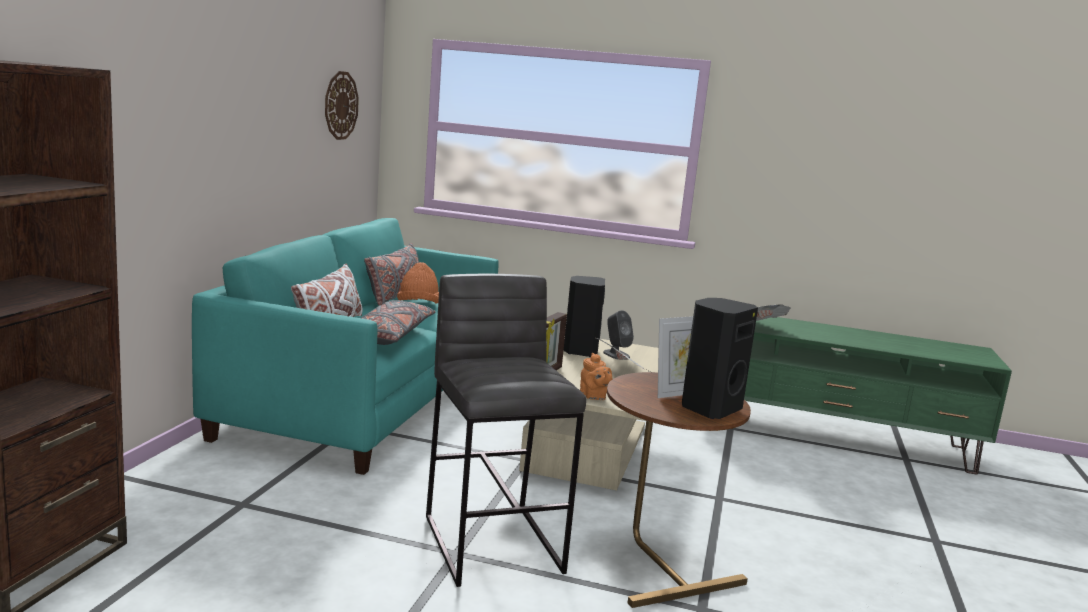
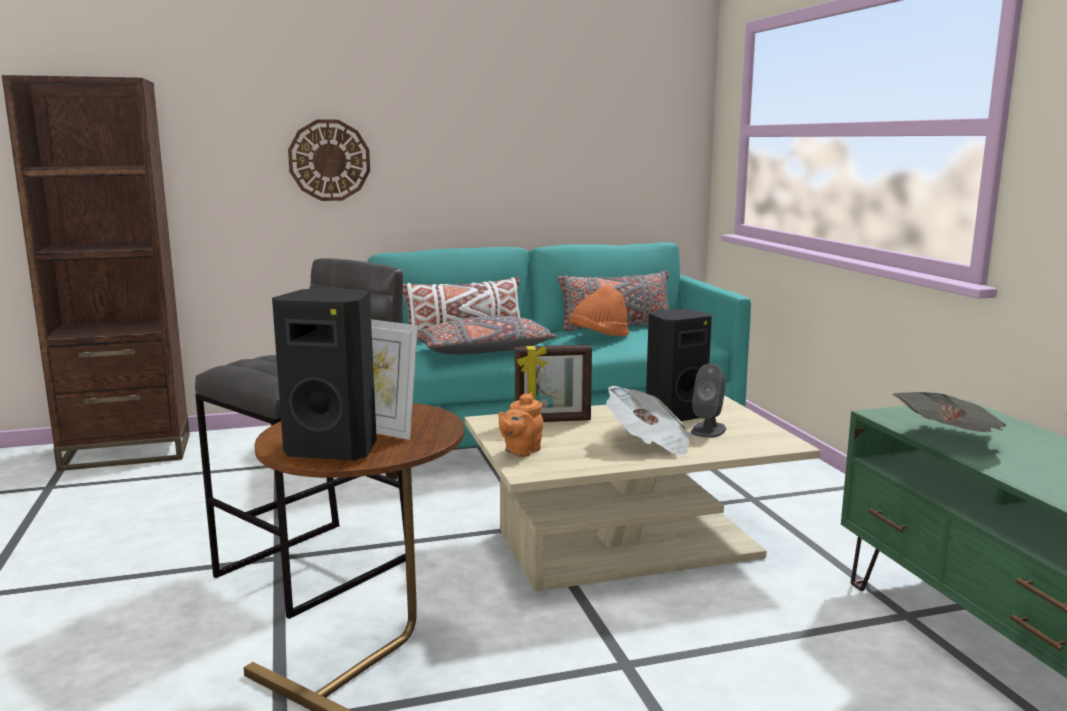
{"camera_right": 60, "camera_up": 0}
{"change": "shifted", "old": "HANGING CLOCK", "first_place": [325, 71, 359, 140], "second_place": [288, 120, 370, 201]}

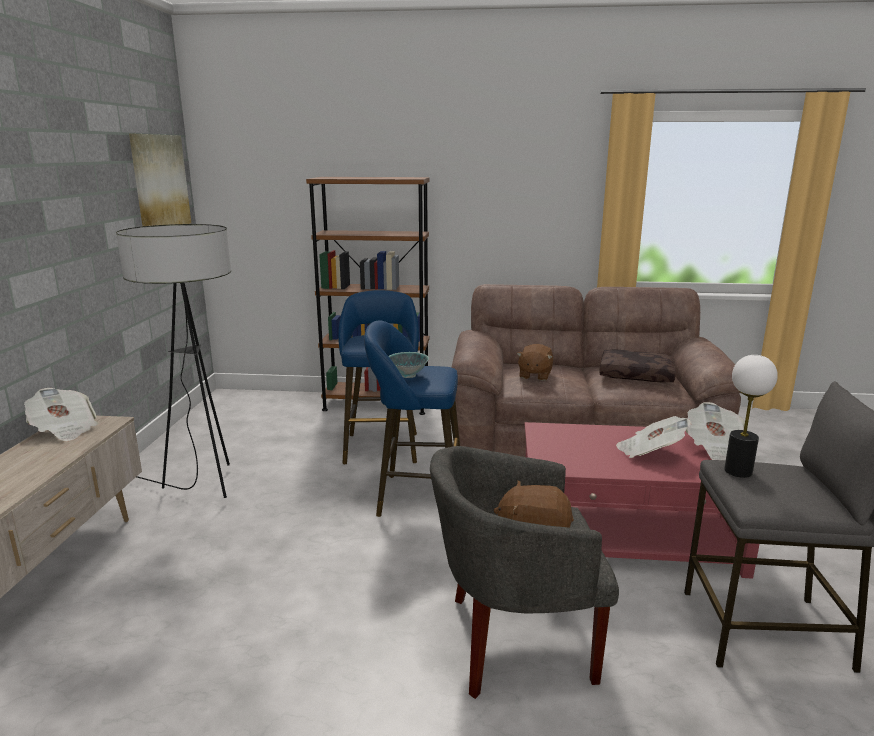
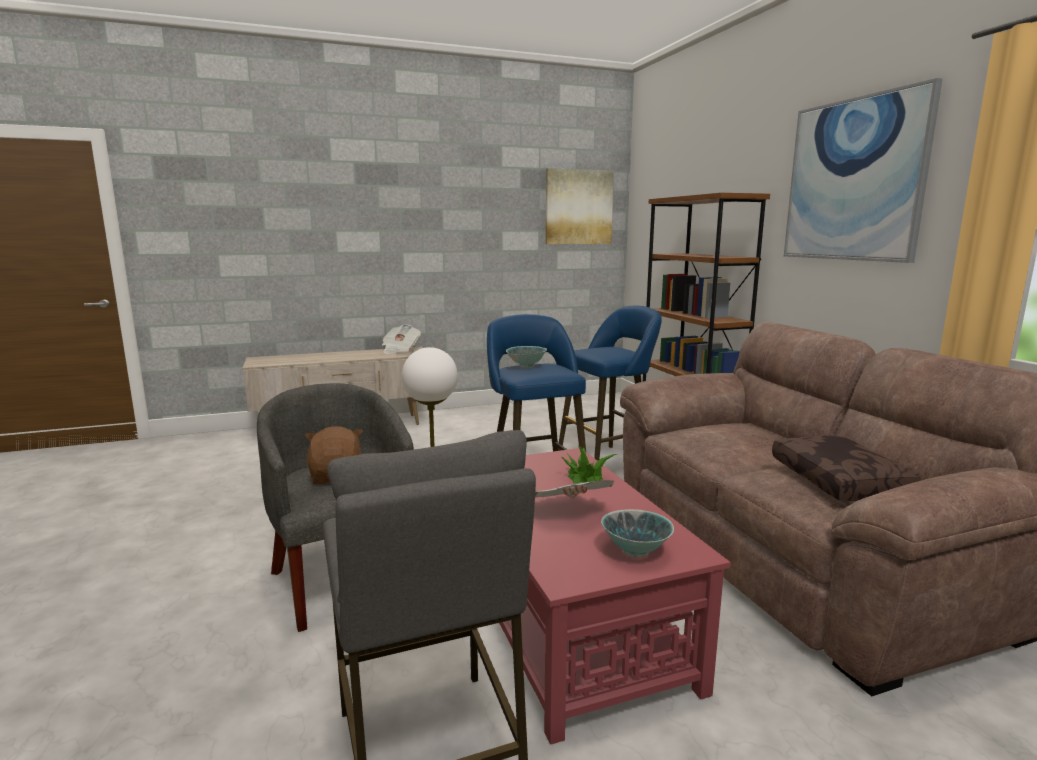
{"camera_right": 65, "camera_up": -5}
{"change": "new", "new": "POTTED PLANT", "second_place": [560, 445, 617, 483]}
{"change": "swapped", "old": "DAILY PAPER", "new": "BOWL", "first_place": [686, 402, 748, 460], "second_place": [601, 509, 674, 558]}
{"change": "new", "new": "WALL ART", "second_place": [784, 78, 943, 263]}
{"change": "gone", "old": "STANDARD LAMP", "first_place": [116, 224, 231, 498]}
{"change": "gone", "old": "BROWNISH PLUSH TOY", "first_place": [517, 344, 553, 381]}

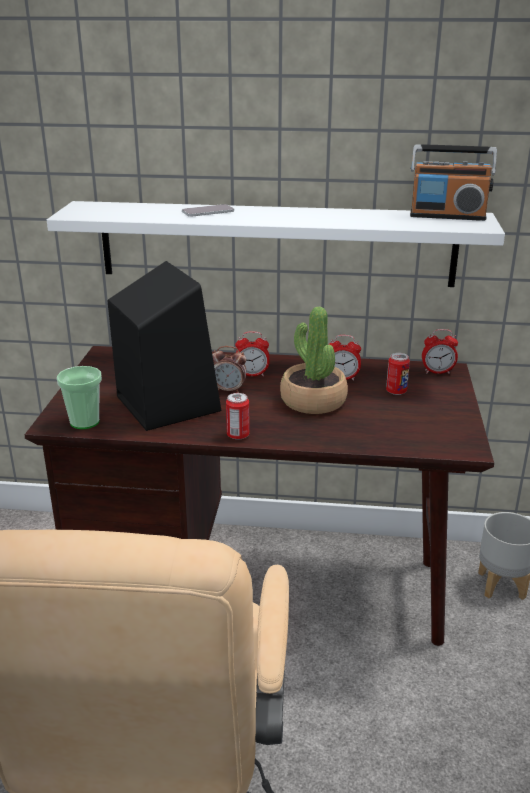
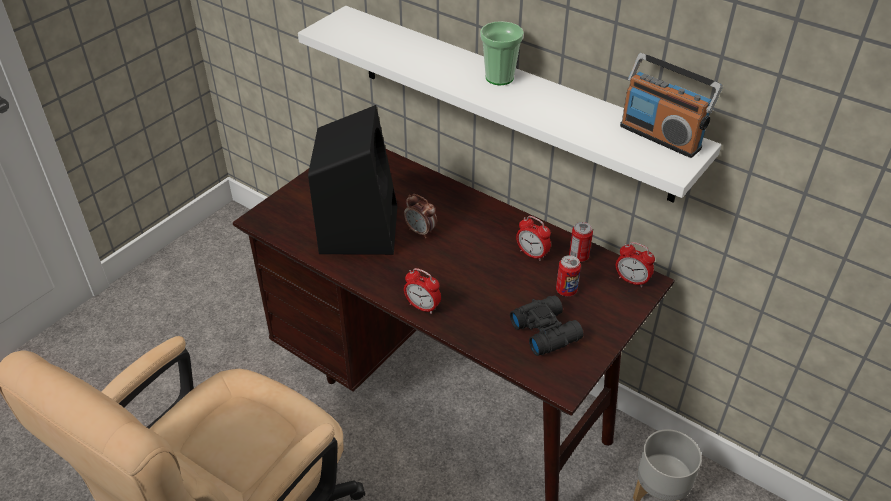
{"camera_right": 30, "camera_up": 15}
{"change": "shifted", "old": "BEDSIDE CLOCK", "first_place": [235, 331, 270, 376], "second_place": [404, 268, 441, 314]}
{"change": "shifted", "old": "SMALL CUP", "first_place": [57, 366, 102, 429], "second_place": [480, 21, 524, 85]}
{"change": "new", "new": "BLACKISH FIELD GLASSES", "second_place": [510, 295, 583, 356]}
{"change": "shifted", "old": "SEALED CAN", "first_place": [226, 393, 250, 440], "second_place": [569, 222, 593, 262]}
{"change": "gone", "old": "PHONE", "first_place": [182, 204, 234, 217]}
{"change": "gone", "old": "POTTED PLANT", "first_place": [280, 307, 348, 414]}

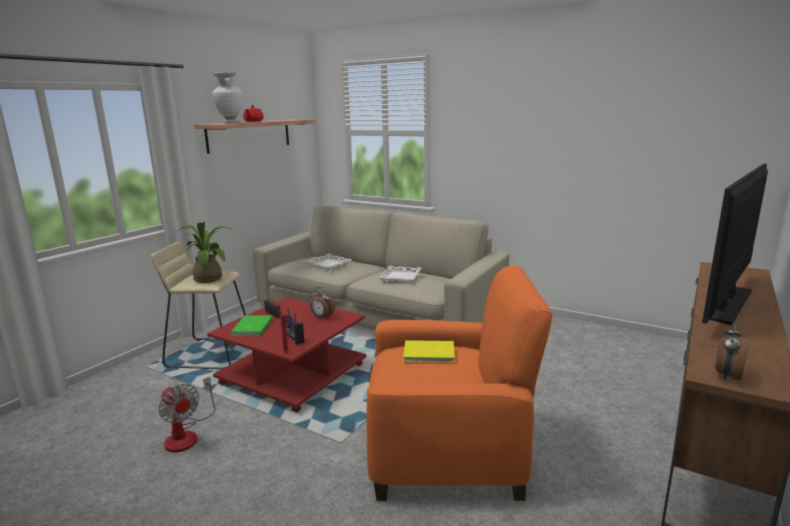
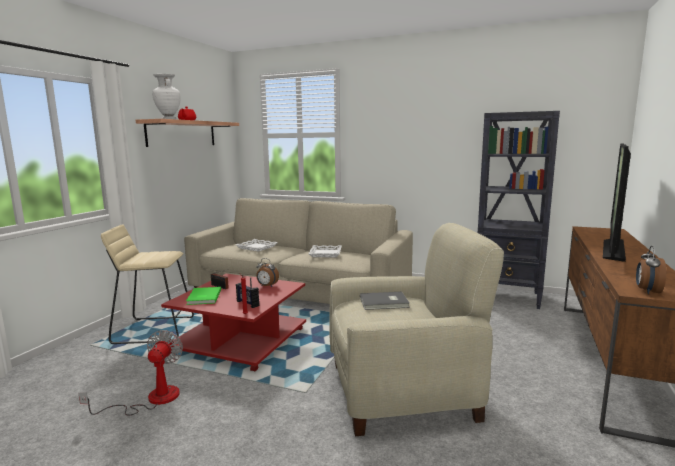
{"camera_right": -10, "camera_up": -5}
{"change": "rotated", "old": "ELECTRIC FAN", "first_place": [159, 377, 215, 453], "second_place": [78, 330, 183, 416], "degrees": -120}
{"change": "repainted", "old": "ORANGEY EASY CHAIR", "new": "BEIGE EASY CHAIR", "first_place": [366, 265, 552, 501], "second_place": [329, 223, 504, 436]}
{"change": "repainted", "old": "YELLOWISH BOUND BOOK", "new": "GREY BOUND BOOK", "first_place": [403, 340, 455, 363], "second_place": [360, 292, 410, 310]}
{"change": "new", "new": "BLACKISH SHELVING UNIT", "second_place": [478, 111, 560, 309]}
{"change": "gone", "old": "POTTED PLANT", "first_place": [175, 222, 233, 283]}

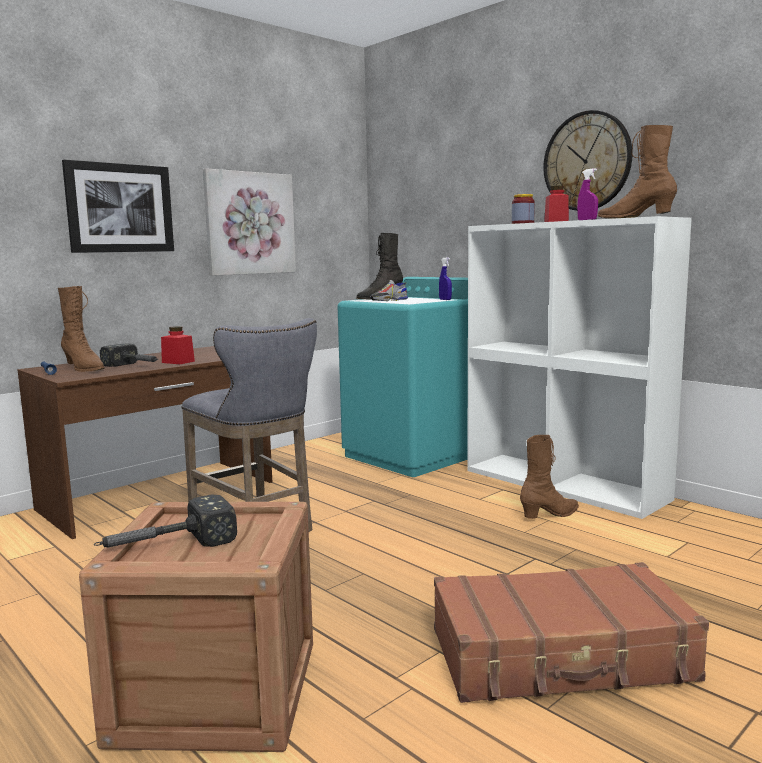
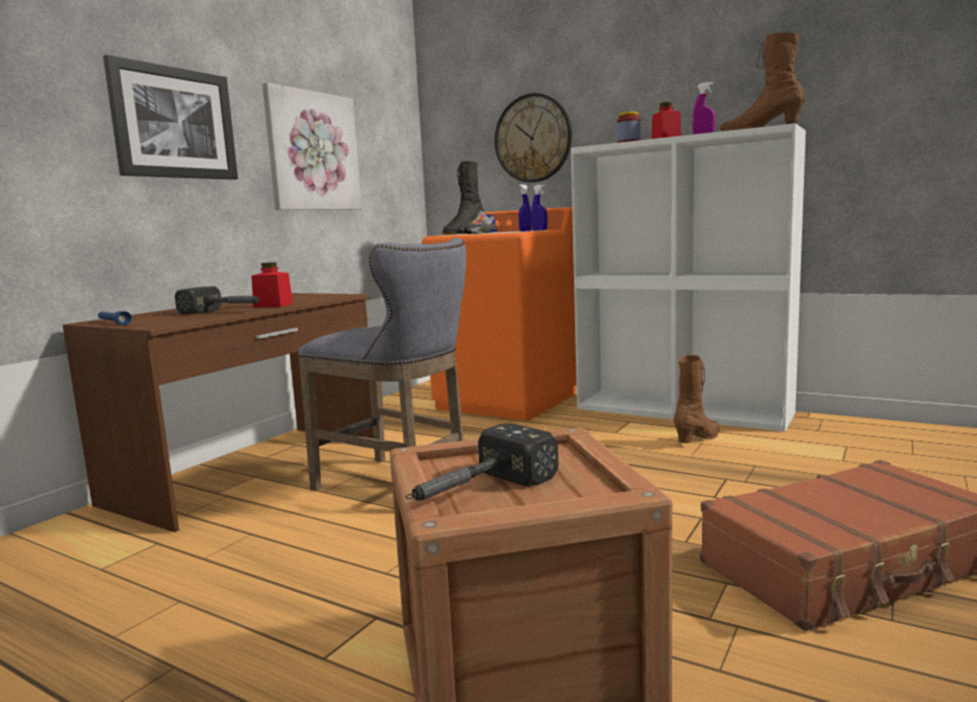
{"camera_right": -15, "camera_up": 0}
{"change": "repainted", "old": "TURQUOISE LAUNDRY MACHINE", "new": "ORANGEY LAUNDRY MACHINE", "first_place": [338, 277, 468, 477], "second_place": [421, 207, 577, 421]}
{"change": "shifted", "old": "HANGING CLOCK", "first_place": [543, 110, 633, 211], "second_place": [495, 93, 572, 182]}
{"change": "new", "new": "BLUE HAND SPRAYER", "second_place": [518, 184, 531, 232]}
{"change": "gone", "old": "BROWNISH BOOT", "first_place": [58, 286, 105, 372]}

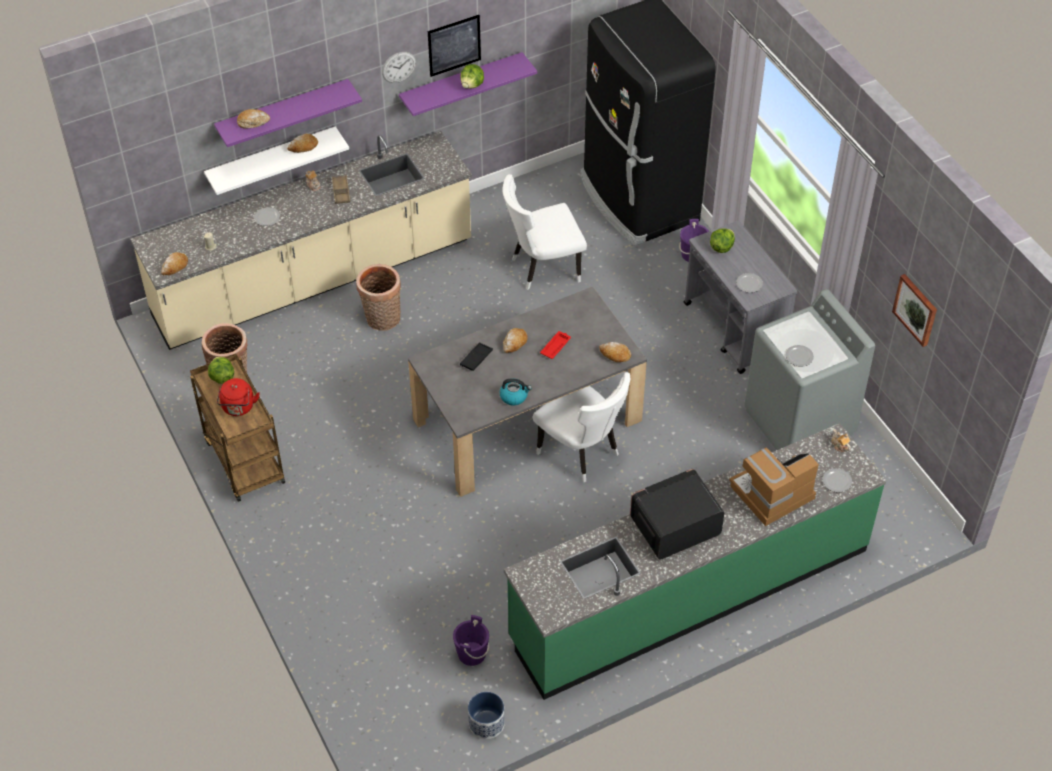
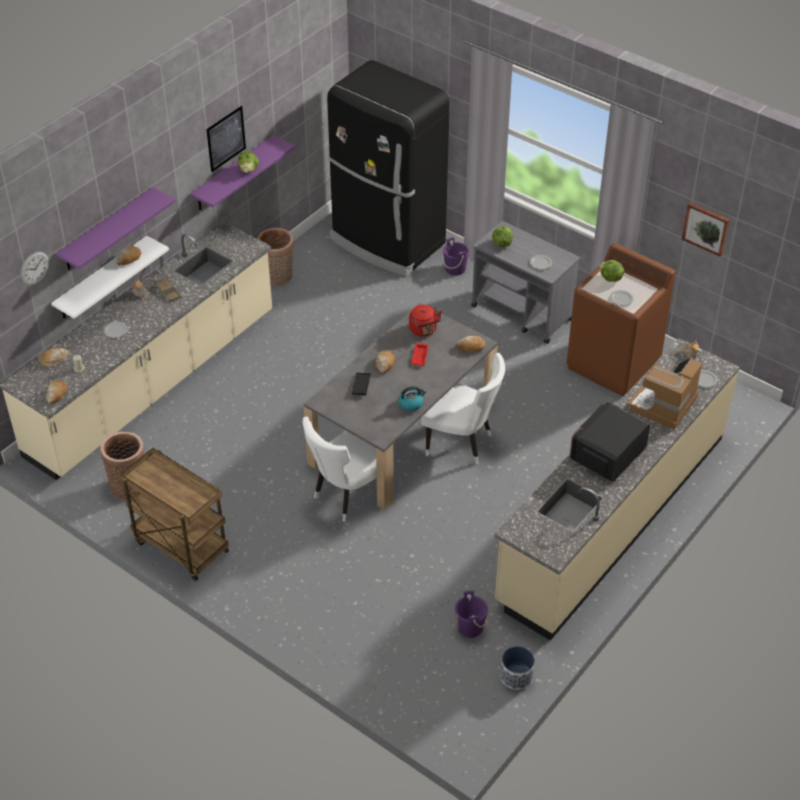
{"camera_right": -25, "camera_up": -5}
{"change": "shifted", "old": "HANGING CLOCK", "first_place": [382, 52, 416, 83], "second_place": [20, 252, 49, 286]}
{"change": "shifted", "old": "BAKED BREAD", "first_place": [237, 109, 270, 129], "second_place": [40, 348, 69, 368]}
{"change": "shifted", "old": "BASKET", "first_place": [356, 264, 401, 331], "second_place": [257, 228, 294, 286]}
{"change": "shifted", "old": "WHITE CHAIR", "first_place": [503, 174, 587, 290], "second_place": [303, 417, 377, 522]}
{"change": "shifted", "old": "RED-COLOURED KETTLE", "first_place": [217, 378, 260, 416], "second_place": [409, 305, 442, 337]}
{"change": "repainted", "old": "GREENISH KITCHEN BASE UNIT", "new": "BEIGE KITCHEN BASE UNIT", "first_place": [504, 423, 886, 700], "second_place": [495, 338, 739, 641]}
{"change": "repainted", "old": "GREY LAUNDRY MACHINE", "new": "BROWNISH LAUNDRY MACHINE", "first_place": [744, 289, 875, 450], "second_place": [567, 243, 676, 396]}
{"change": "shifted", "old": "HEAD OF LETTUCE", "first_place": [208, 357, 234, 384], "second_place": [599, 260, 624, 282]}

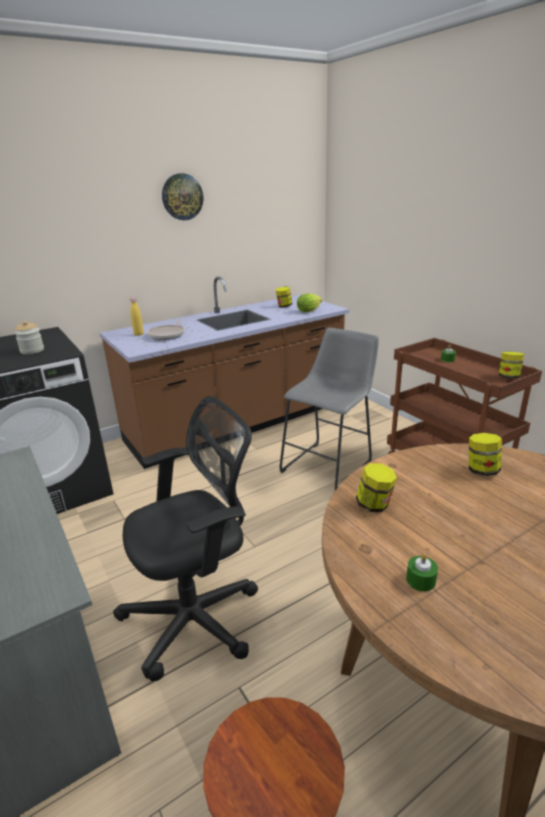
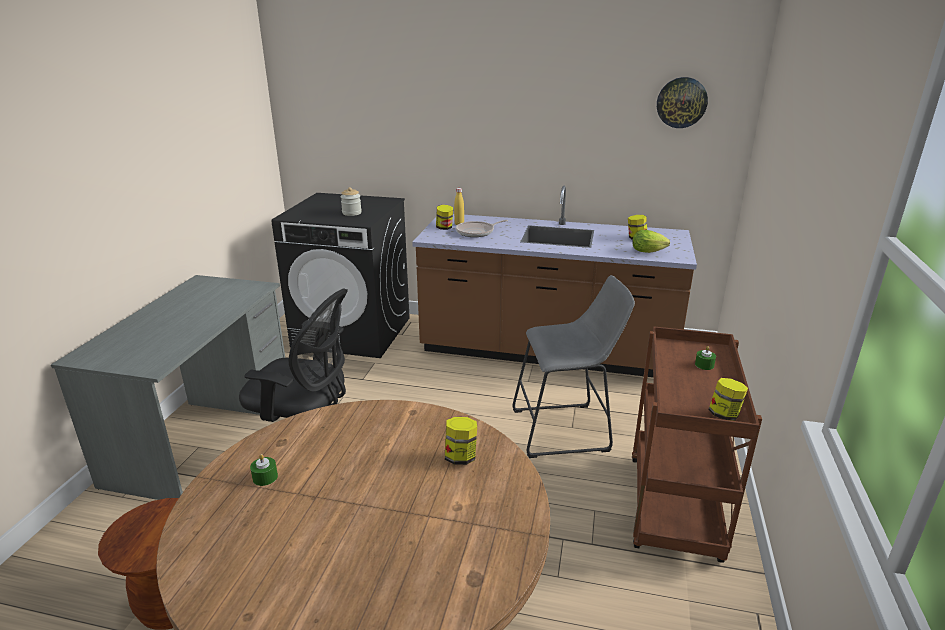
{"camera_right": 45, "camera_up": 0}
{"change": "shifted", "old": "JAR", "first_place": [356, 463, 397, 512], "second_place": [436, 205, 453, 230]}
{"change": "shifted", "old": "HANGING CLOCK", "first_place": [162, 173, 203, 220], "second_place": [657, 77, 708, 128]}

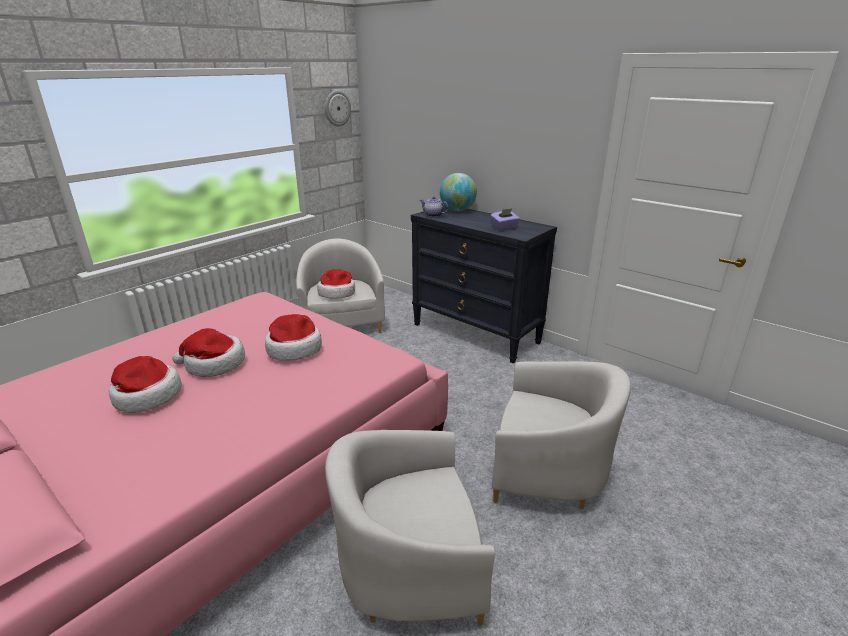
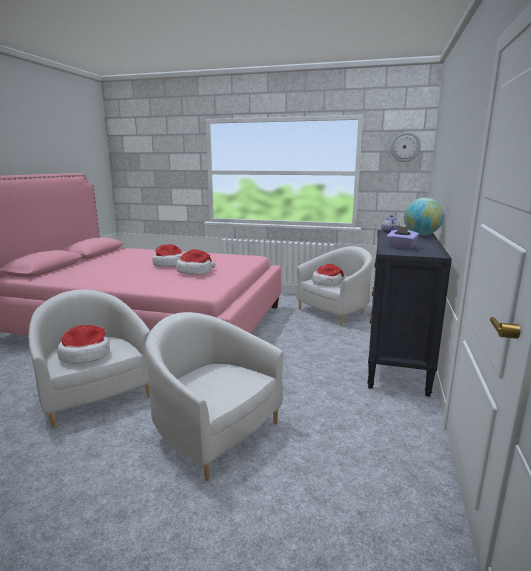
{"camera_right": 65, "camera_up": -10}
{"change": "shifted", "old": "HAT", "first_place": [108, 356, 182, 413], "second_place": [57, 325, 110, 364]}
{"change": "rotated", "old": "WHITE EASY CHAIR", "first_place": [492, 361, 631, 509], "second_place": [145, 312, 283, 481], "degrees": 135}

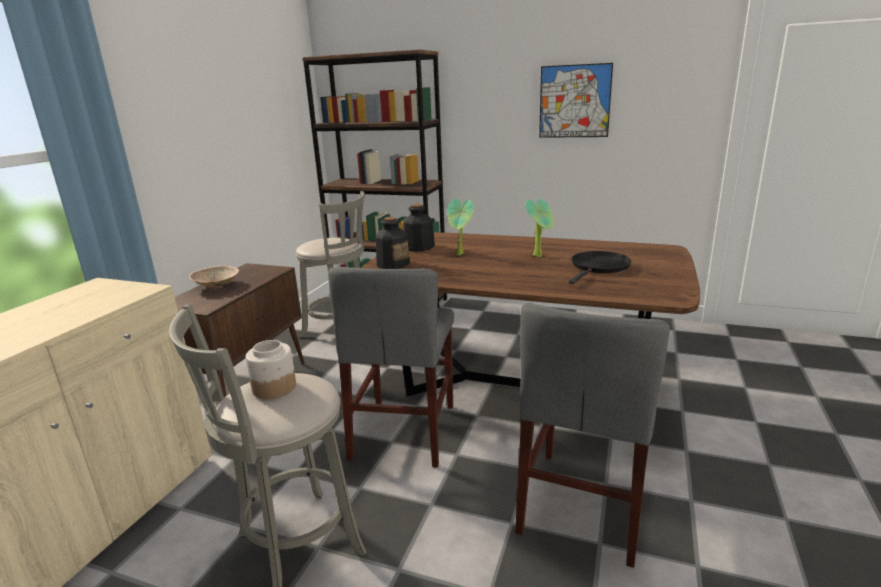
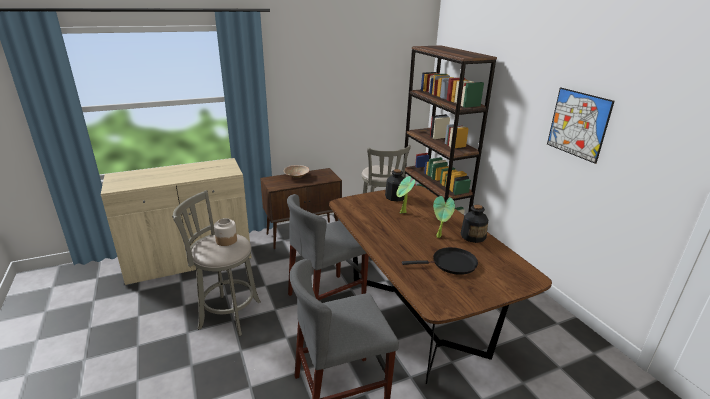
{"camera_right": 45, "camera_up": 5}
{"change": "shifted", "old": "DRINK BOTTLE", "first_place": [376, 217, 410, 269], "second_place": [461, 205, 488, 243]}

